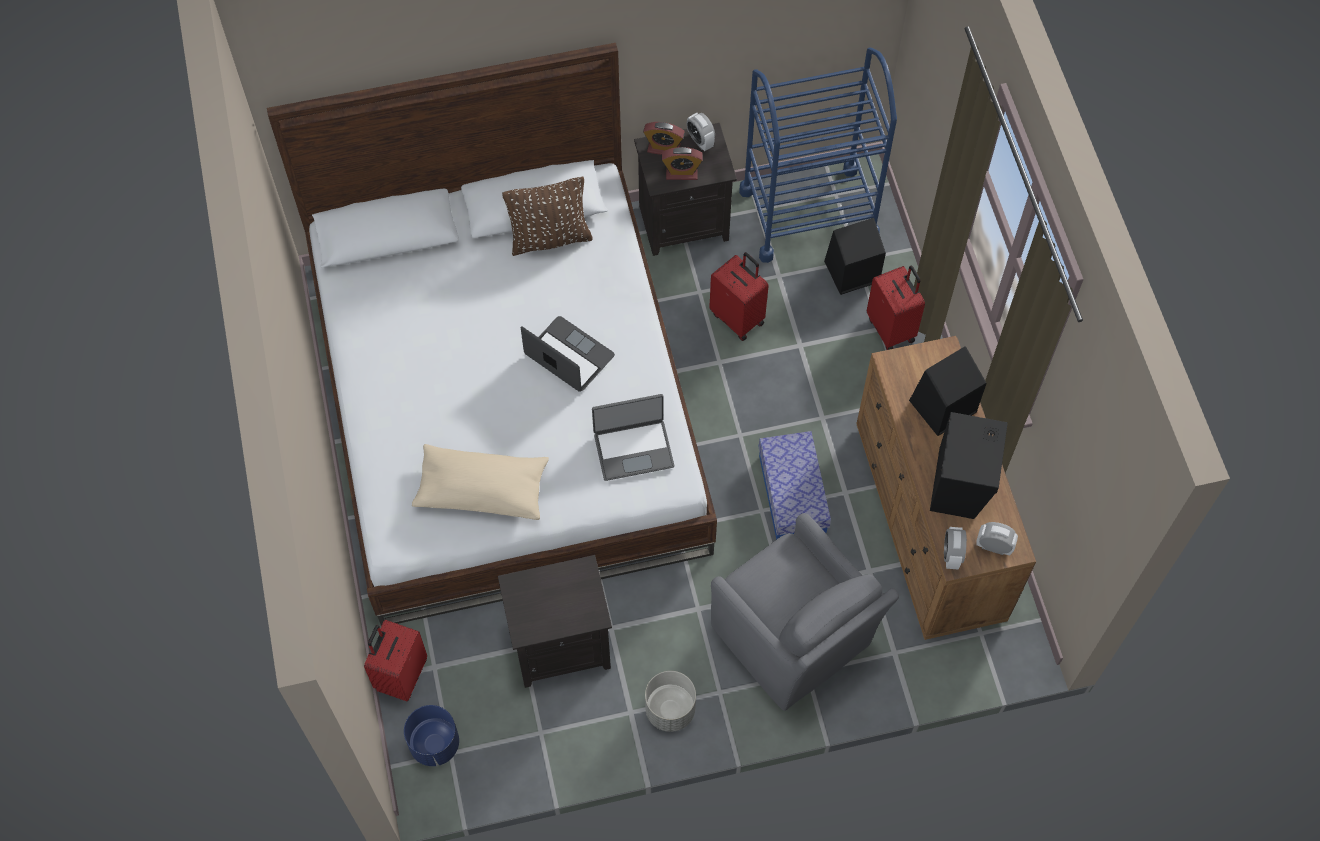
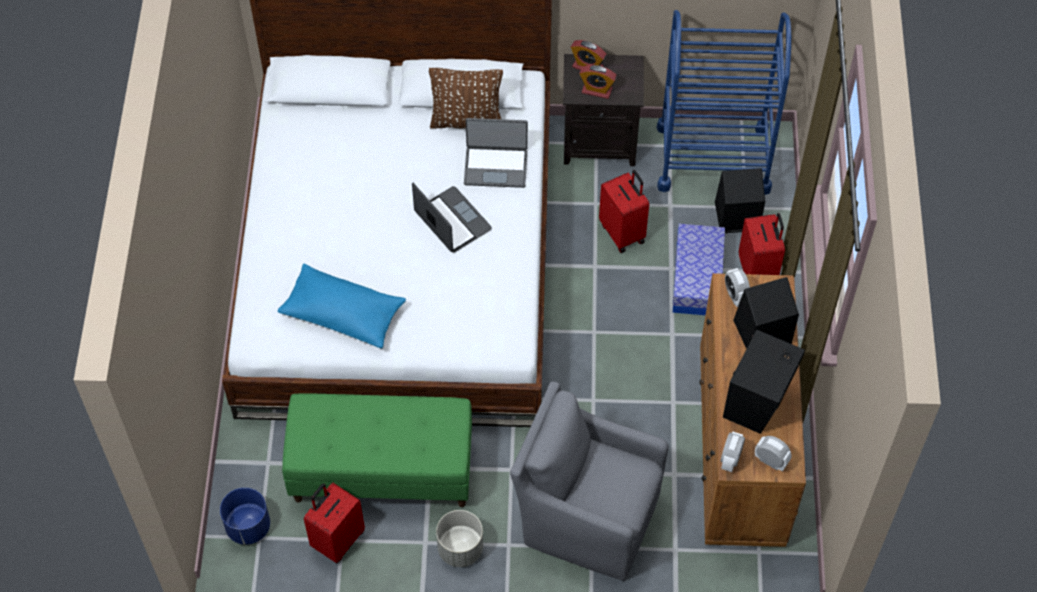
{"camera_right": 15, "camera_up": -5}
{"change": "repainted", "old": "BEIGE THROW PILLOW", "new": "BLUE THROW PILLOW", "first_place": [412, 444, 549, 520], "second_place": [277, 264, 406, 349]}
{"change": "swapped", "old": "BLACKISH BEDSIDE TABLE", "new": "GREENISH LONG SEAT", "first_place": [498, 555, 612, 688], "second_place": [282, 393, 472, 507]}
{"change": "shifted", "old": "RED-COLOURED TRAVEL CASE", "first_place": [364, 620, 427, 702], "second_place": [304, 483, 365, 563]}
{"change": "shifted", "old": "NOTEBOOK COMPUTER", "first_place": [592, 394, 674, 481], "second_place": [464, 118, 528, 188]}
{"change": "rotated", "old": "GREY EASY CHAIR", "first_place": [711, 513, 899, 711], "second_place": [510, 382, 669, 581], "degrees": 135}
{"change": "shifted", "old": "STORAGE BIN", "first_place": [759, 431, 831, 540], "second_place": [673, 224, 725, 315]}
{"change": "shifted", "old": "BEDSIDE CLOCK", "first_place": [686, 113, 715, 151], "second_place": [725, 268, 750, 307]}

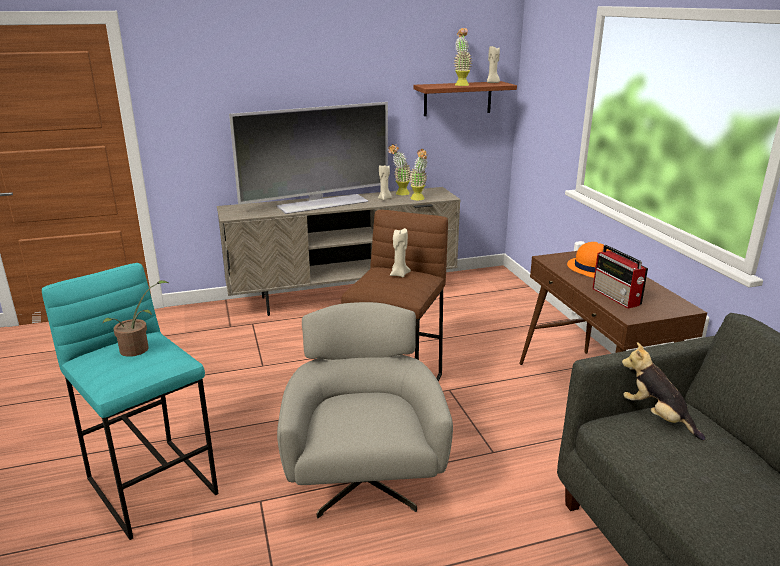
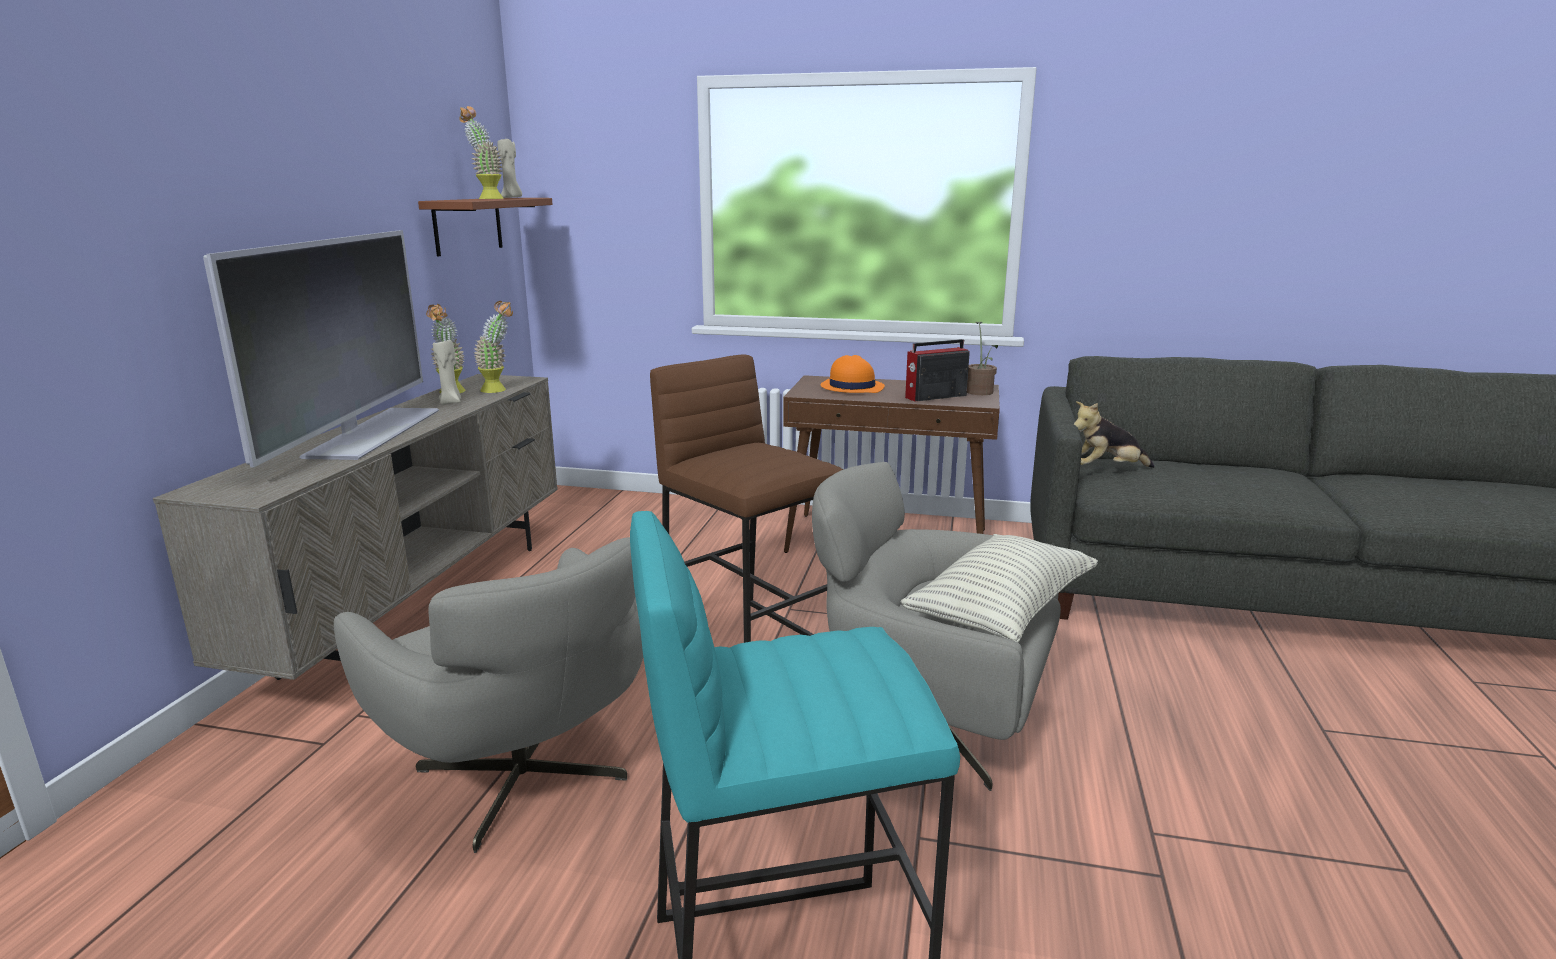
{"camera_right": -60, "camera_up": -5}
{"change": "new", "new": "GREY EASY CHAIR", "second_place": [334, 537, 643, 853]}
{"change": "new", "new": "THROW PILLOW", "second_place": [900, 534, 1098, 642]}
{"change": "rotated", "old": "RADIO RECEIVER", "first_place": [593, 245, 648, 309], "second_place": [905, 339, 970, 402], "degrees": 150}
{"change": "shifted", "old": "POTTED PLANT", "first_place": [102, 280, 170, 357], "second_place": [967, 322, 998, 395]}
{"change": "gone", "old": "BEIGE CANDLE", "first_place": [390, 228, 411, 277]}

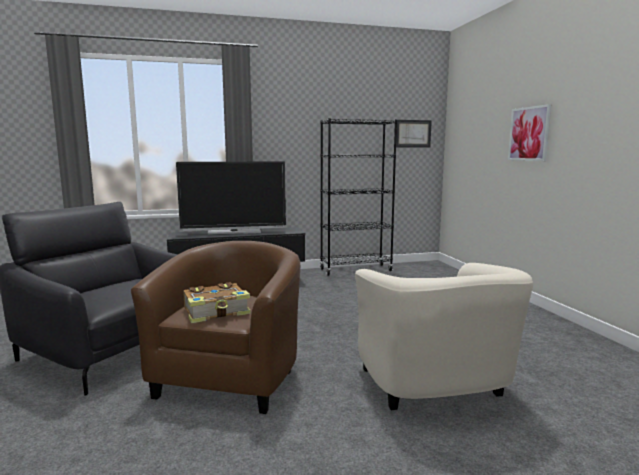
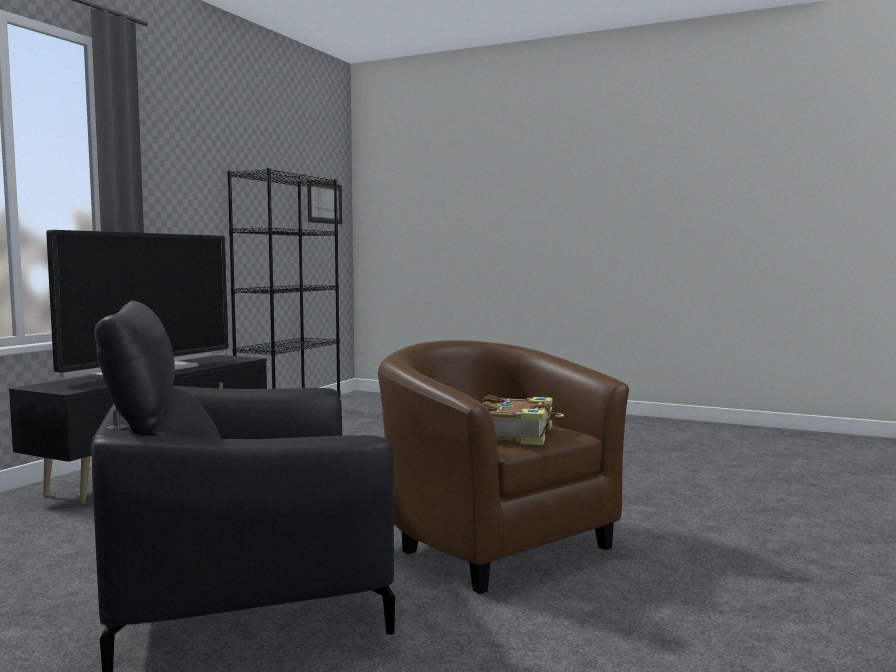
{"camera_right": -50, "camera_up": -5}
{"change": "gone", "old": "BEIGE EASY CHAIR", "first_place": [355, 263, 533, 410]}
{"change": "gone", "old": "WALL ART", "first_place": [508, 104, 552, 161]}

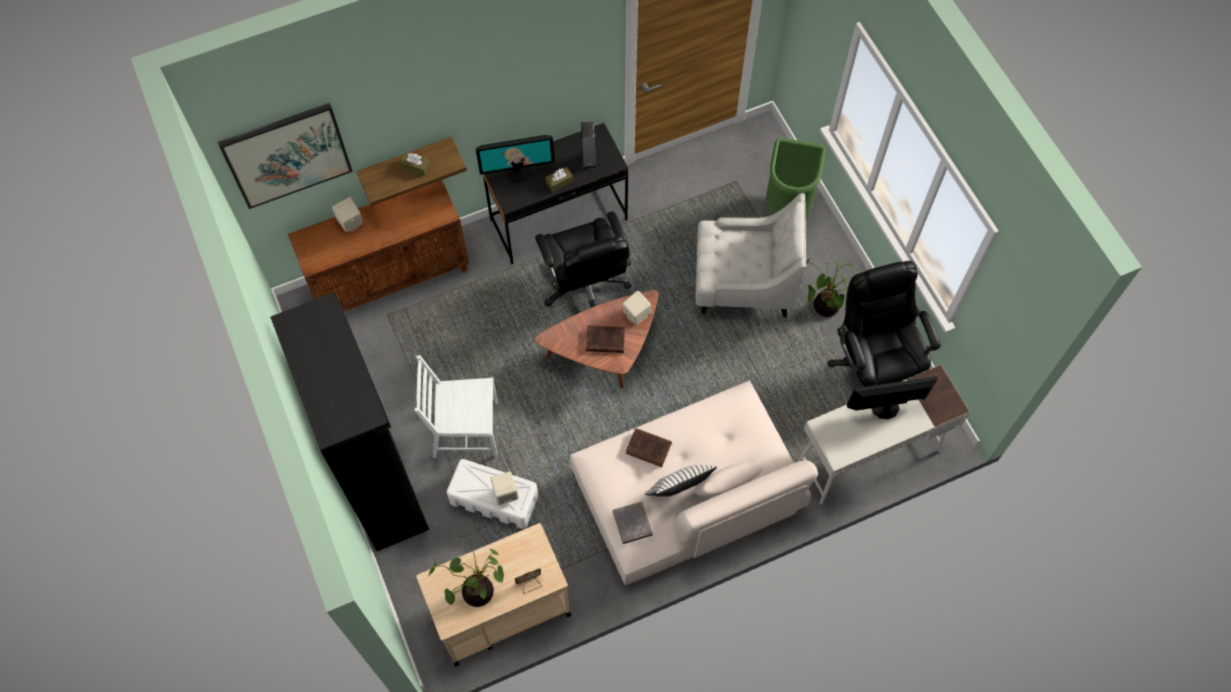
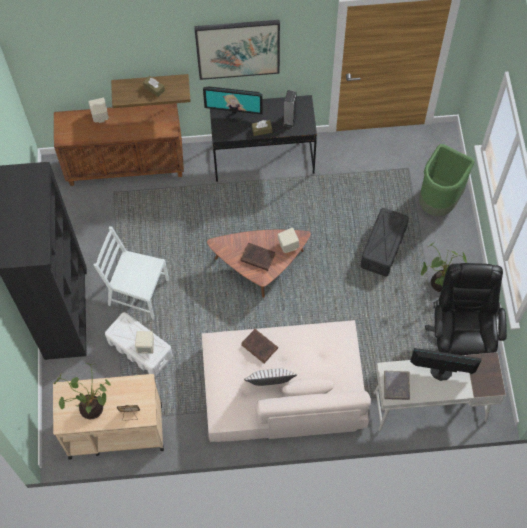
{"camera_right": 20, "camera_up": 0}
{"change": "shifted", "old": "WALL ART", "first_place": [218, 103, 353, 209], "second_place": [194, 20, 280, 80]}
{"change": "swapped", "old": "WHITE EASY CHAIR", "new": "BLACKISH STORAGE BIN", "first_place": [696, 193, 806, 317], "second_place": [360, 208, 409, 276]}
{"change": "shifted", "old": "GREY BOUND BOOK", "first_place": [612, 502, 653, 544], "second_place": [384, 371, 410, 400]}
{"change": "gone", "old": "BLACKISH COMPUTER CHAIR", "first_place": [535, 212, 631, 308]}

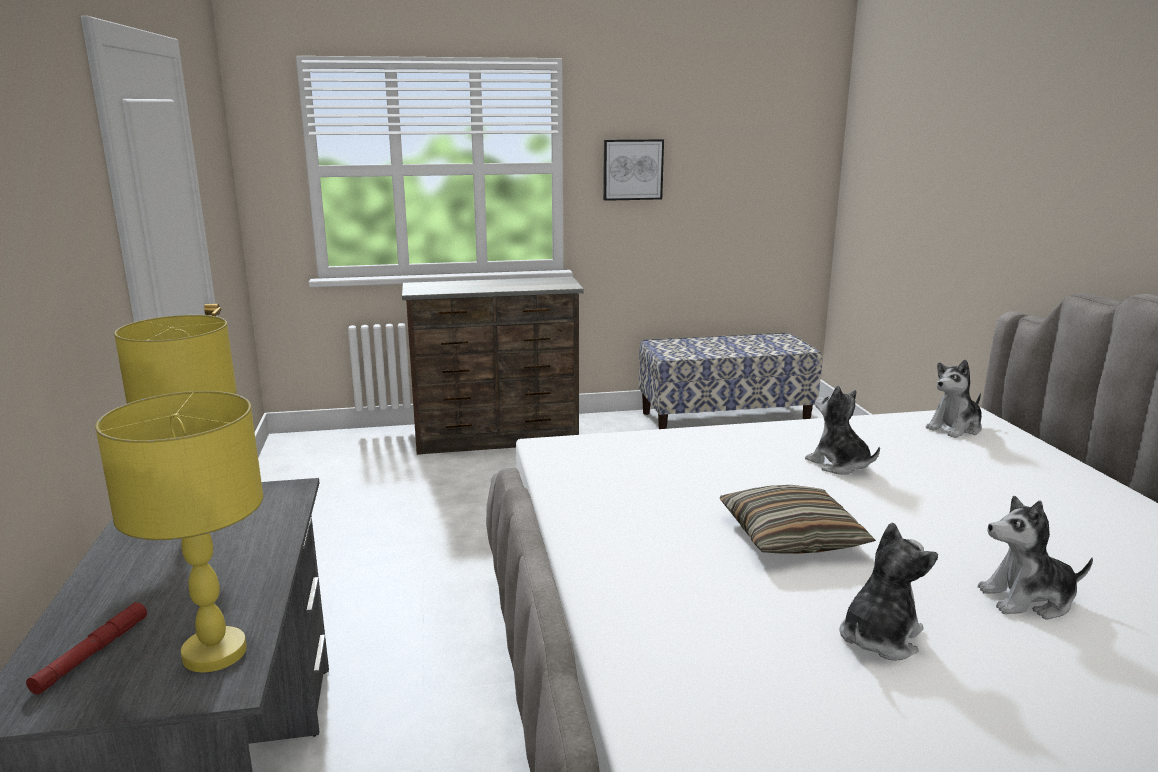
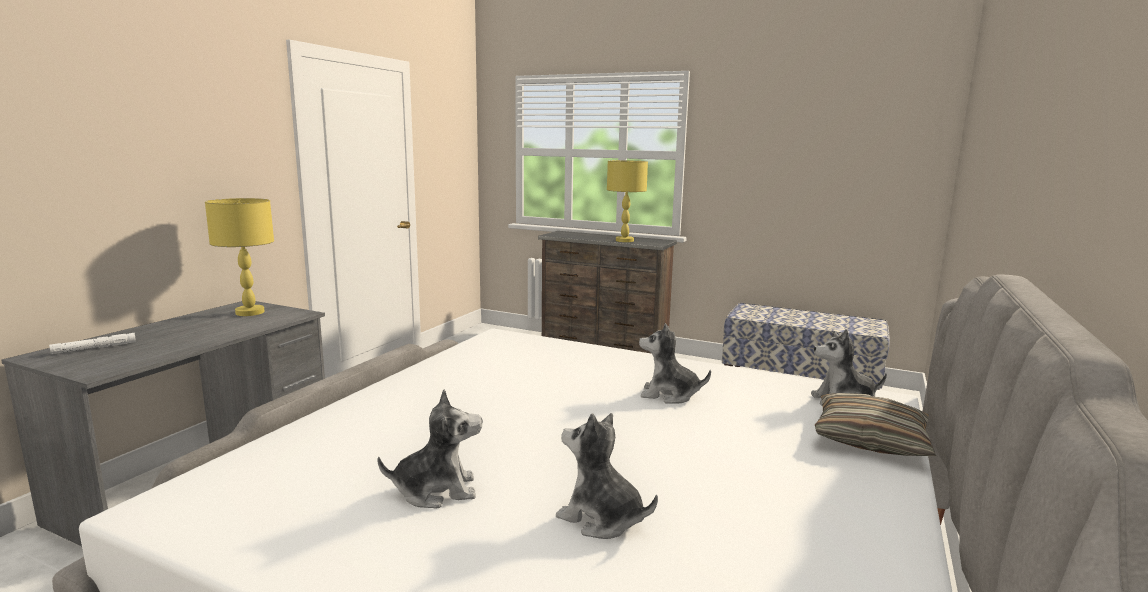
{"camera_right": 35, "camera_up": -5}
{"change": "repainted", "old": "RED-COLOURED TORCH", "new": "WHITE TORCH", "first_place": [26, 602, 147, 695], "second_place": [49, 333, 136, 354]}
{"change": "shifted", "old": "YELLOWISH TABLETOP LAMP", "first_place": [95, 391, 263, 672], "second_place": [607, 160, 648, 242]}
{"change": "rotated", "old": "PLUSH TOY", "first_place": [805, 385, 880, 475], "second_place": [639, 323, 711, 404], "degrees": -75}
{"change": "shifted", "old": "THROW PILLOW", "first_place": [719, 485, 876, 554], "second_place": [815, 393, 936, 456]}
{"change": "gone", "old": "WALL ART", "first_place": [603, 139, 664, 201]}

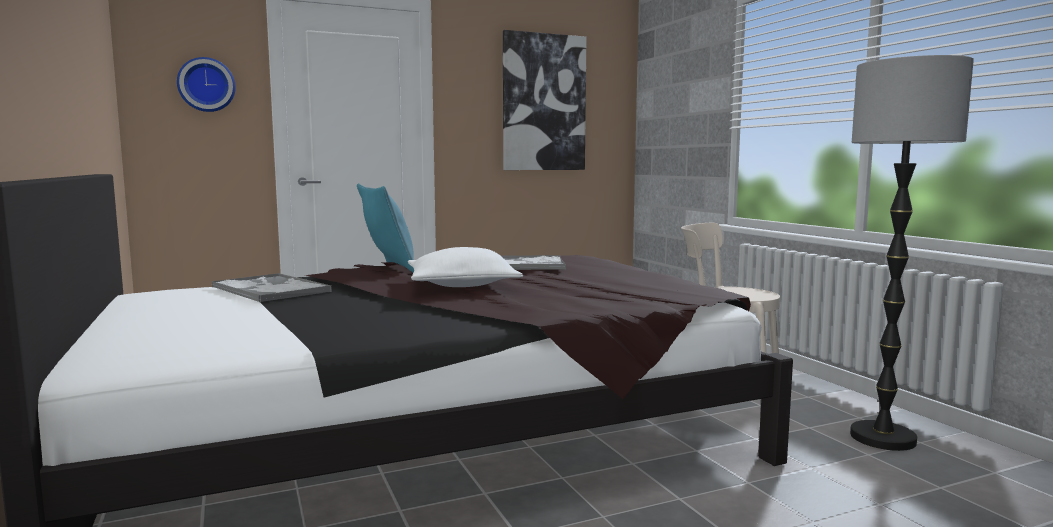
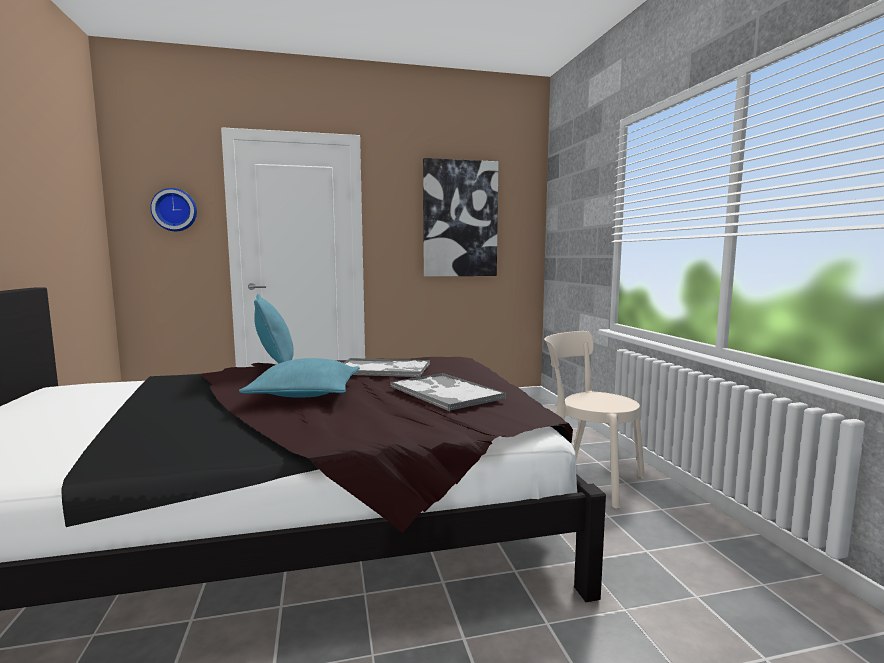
{"camera_right": 10, "camera_up": 0}
{"change": "repainted", "old": "WHITE THROW PILLOW", "new": "TURQUOISE THROW PILLOW", "first_place": [408, 247, 523, 287], "second_place": [239, 358, 360, 398]}
{"change": "shifted", "old": "CARRYING TRAY", "first_place": [212, 273, 332, 302], "second_place": [390, 373, 506, 411]}
{"change": "gone", "old": "STANDARD LAMP", "first_place": [850, 55, 974, 451]}

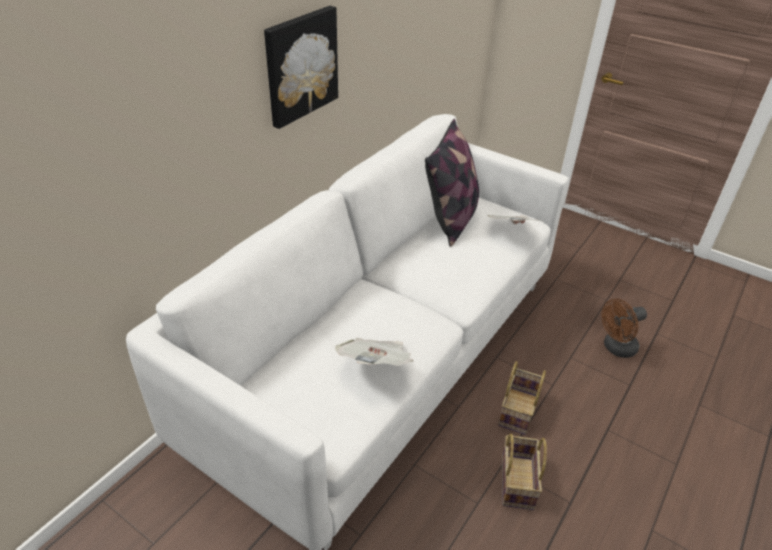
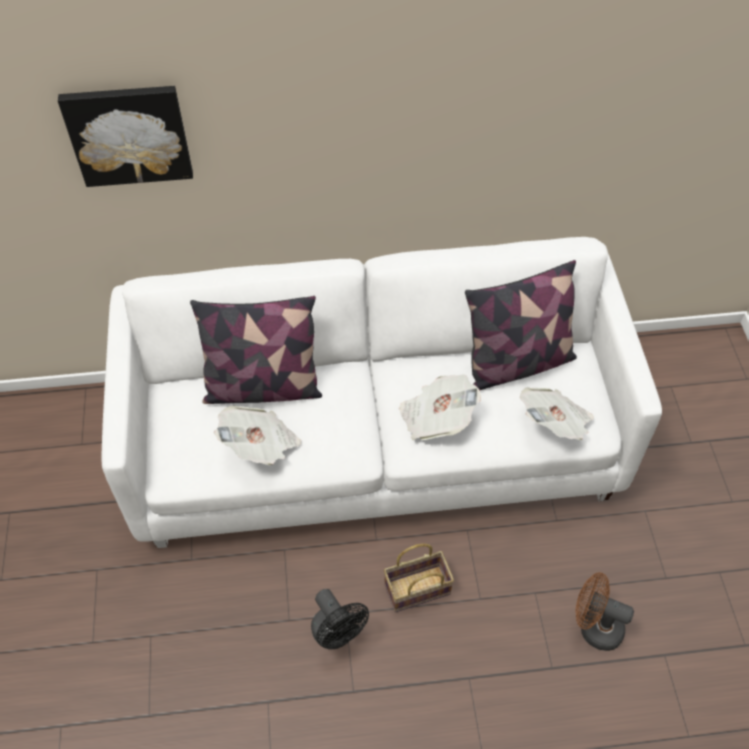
{"camera_right": 50, "camera_up": 15}
{"change": "shifted", "old": "WALL ART", "first_place": [264, 6, 338, 129], "second_place": [58, 86, 193, 187]}
{"change": "new", "new": "THROW PILLOW", "second_place": [190, 296, 322, 404]}
{"change": "swapped", "old": "BASKET", "new": "BLACKISH ELECTRIC FAN", "first_place": [502, 433, 547, 510], "second_place": [311, 589, 369, 649]}
{"change": "new", "new": "DAILY PAPER", "second_place": [399, 374, 481, 440]}

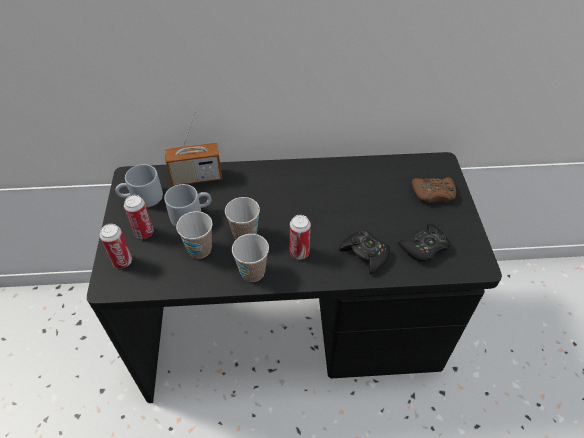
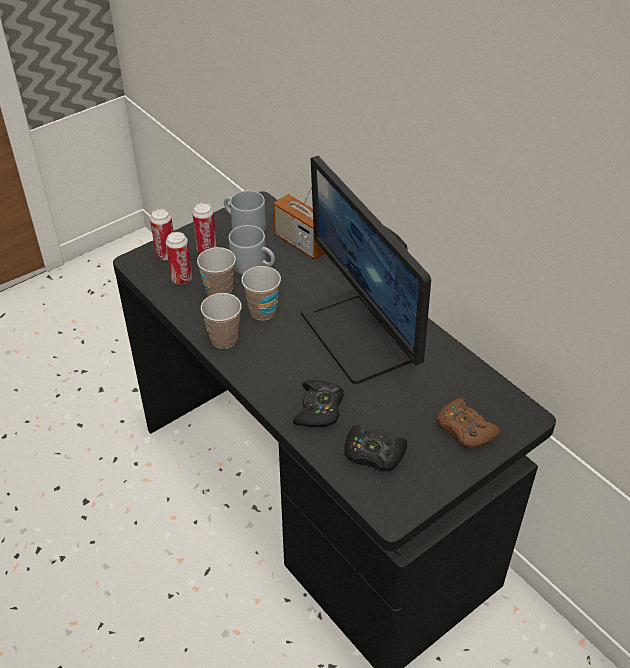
{"camera_right": 55, "camera_up": -5}
{"change": "shifted", "old": "SEALED CAN", "first_place": [290, 215, 311, 259], "second_place": [166, 232, 192, 284]}
{"change": "new", "new": "MONITOR", "second_place": [301, 156, 431, 384]}

